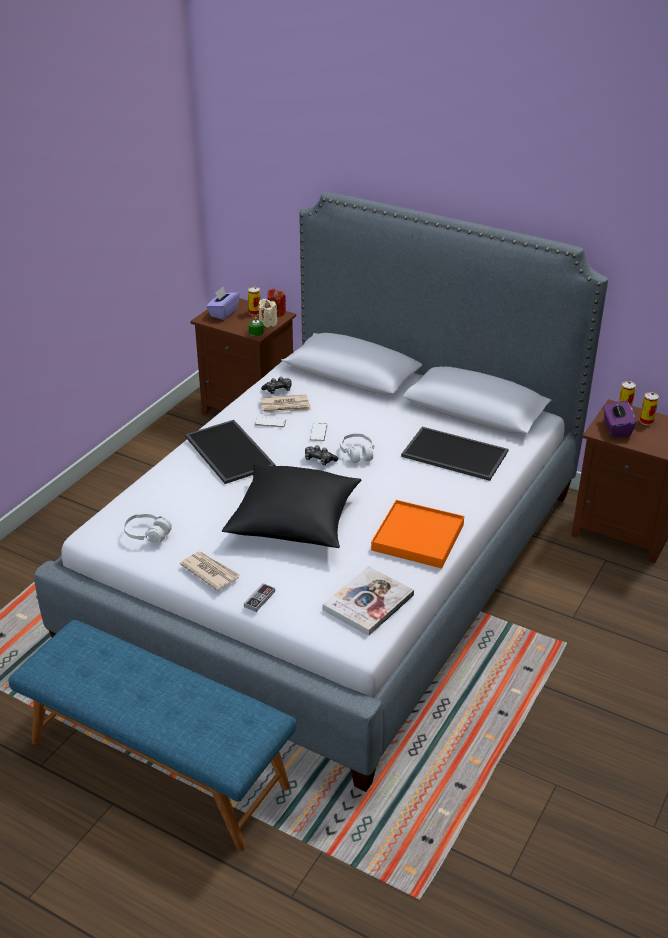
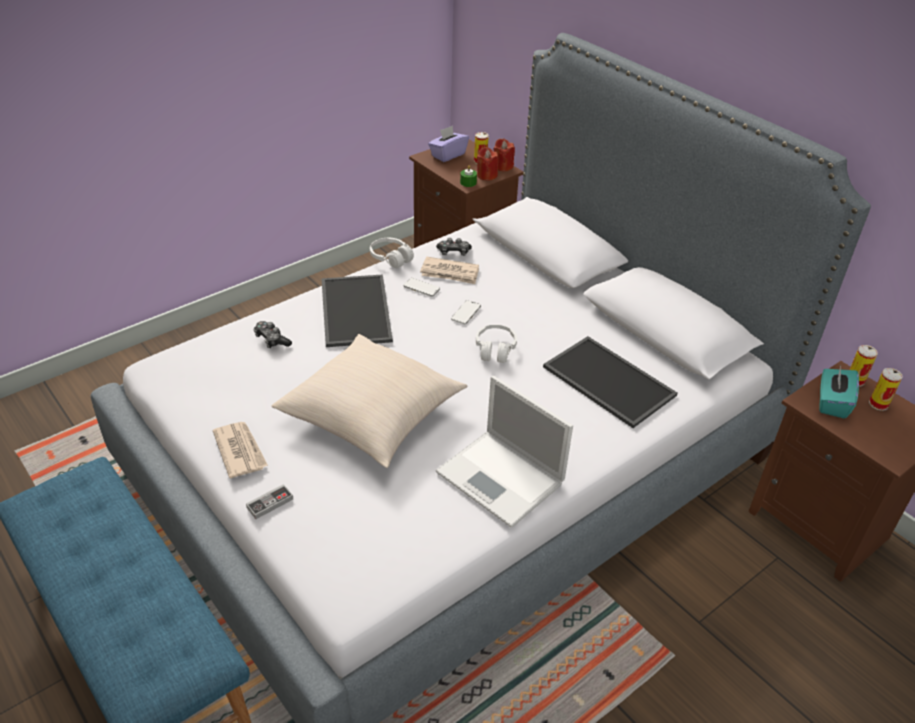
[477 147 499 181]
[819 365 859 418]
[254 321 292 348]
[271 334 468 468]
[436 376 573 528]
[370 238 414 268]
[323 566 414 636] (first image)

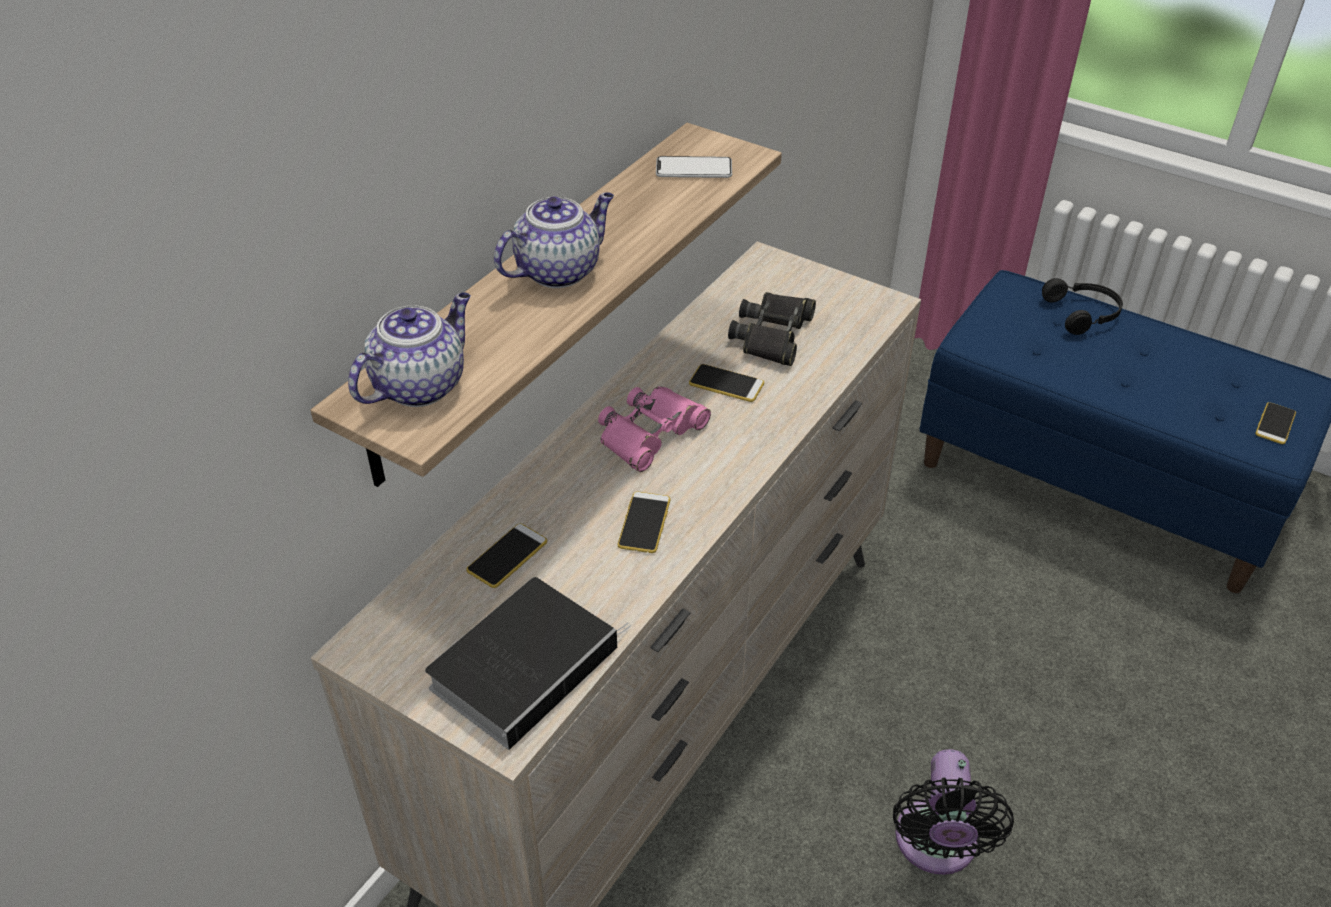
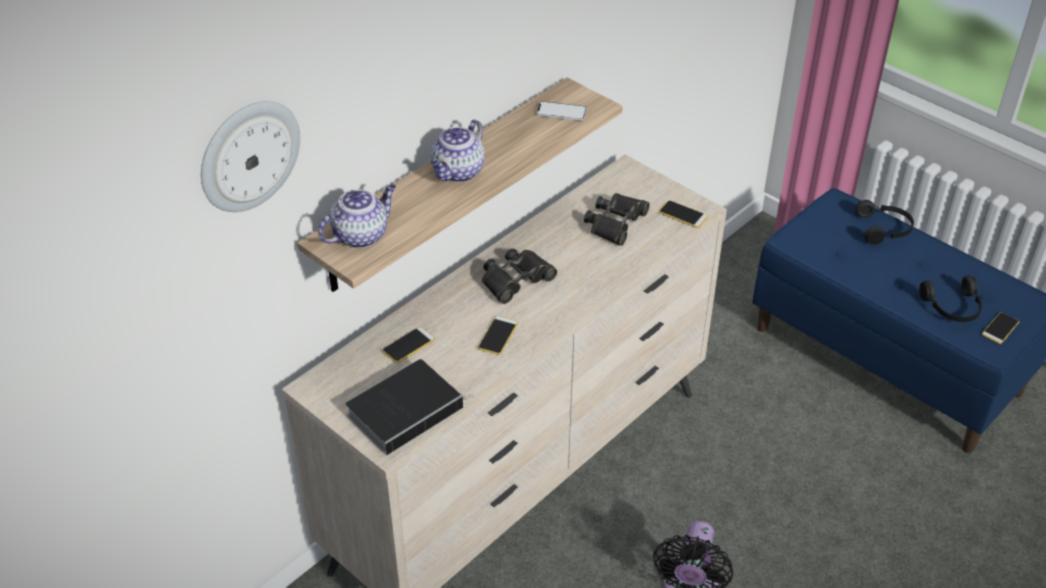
[431 119 485 182]
[659 200 708 228]
[482 248 557 304]
[201 101 300 212]
[919 276 982 322]

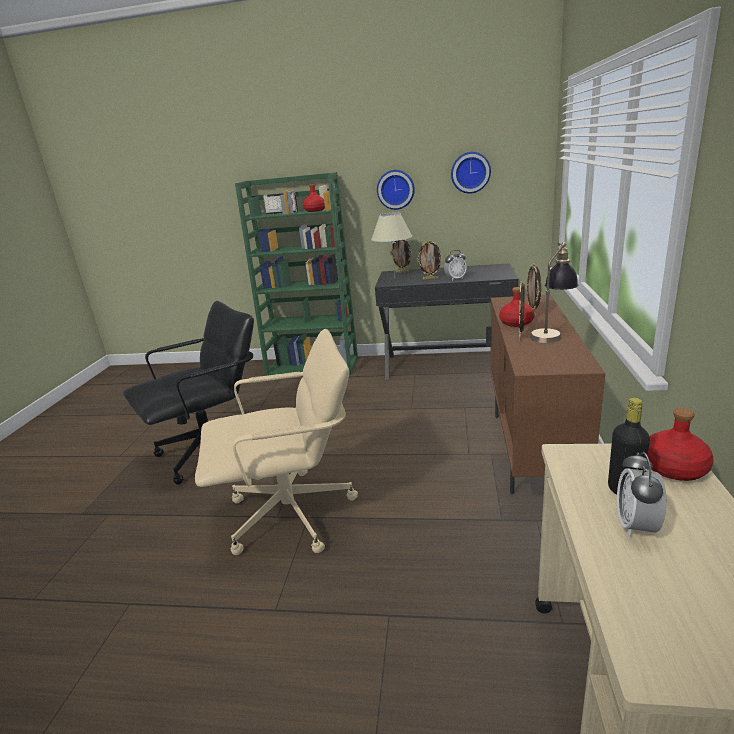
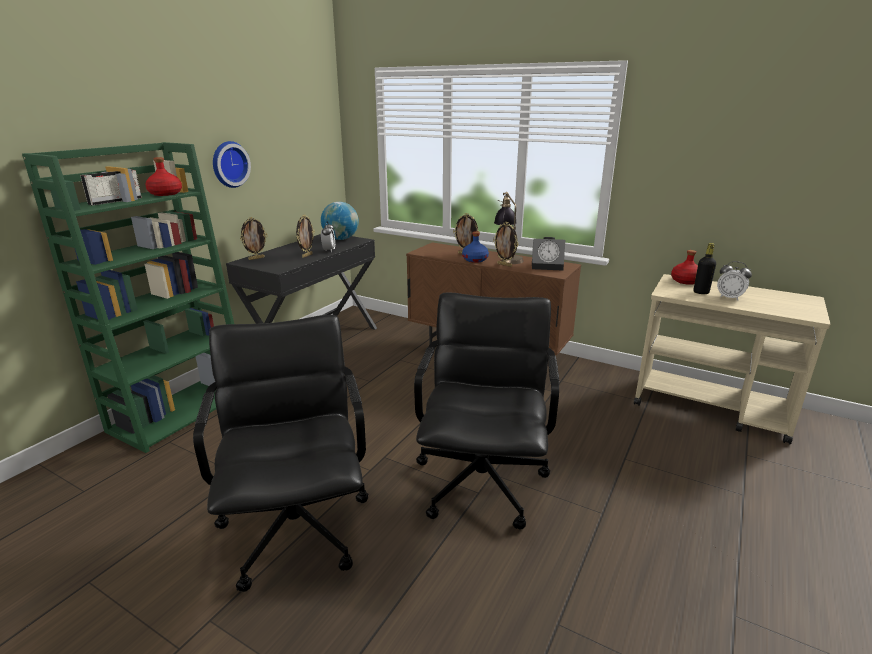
[451 152 491 194] (first image)
[371 212 412 278] (first image)
[462 231 489 263]
[414 293 559 529]
[321 202 359 240]
[532 237 565 271]

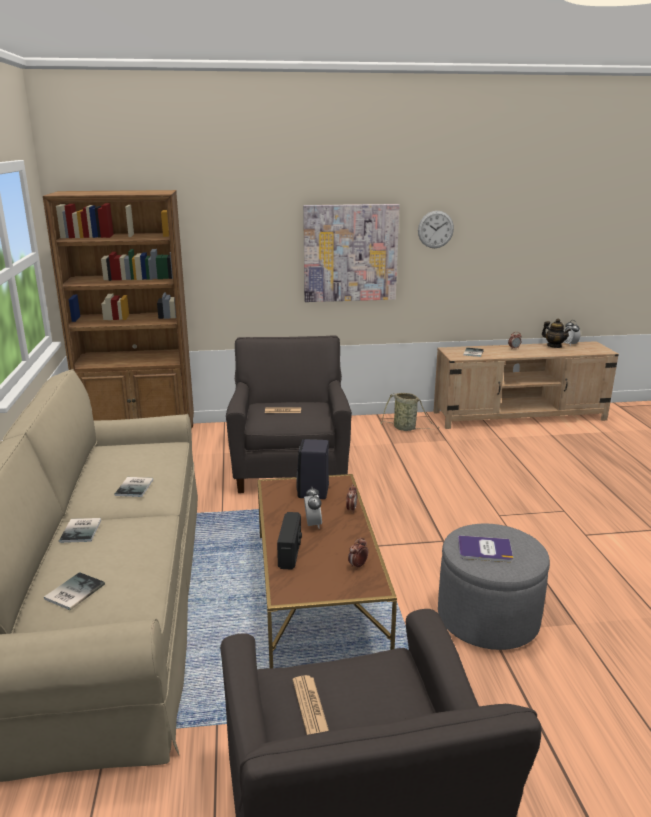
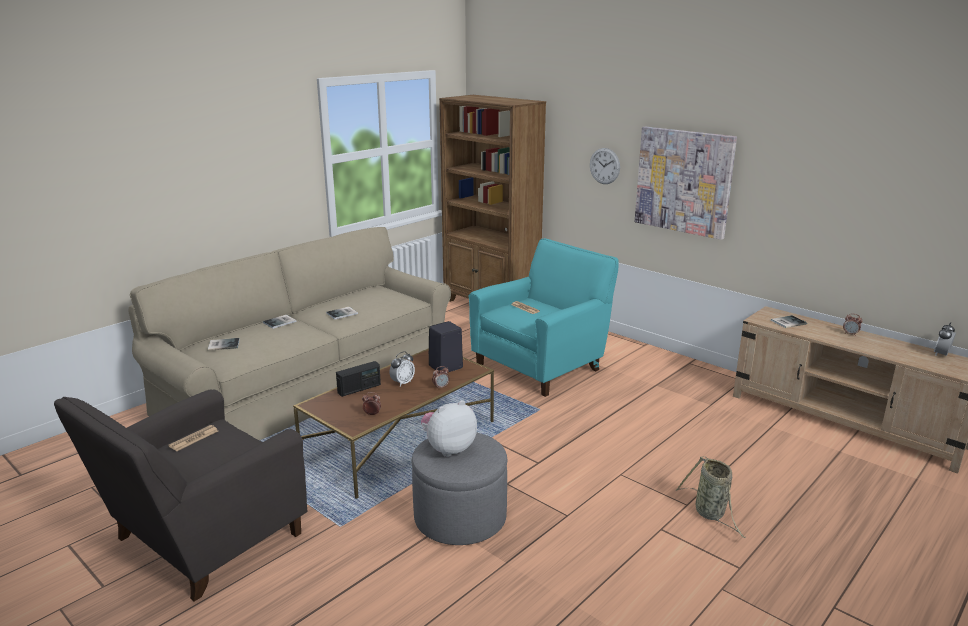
[590 148 620 184]
[542 318 571 348] (first image)
[469 238 619 397]
[676 457 746 538]
[421 400 477 457]

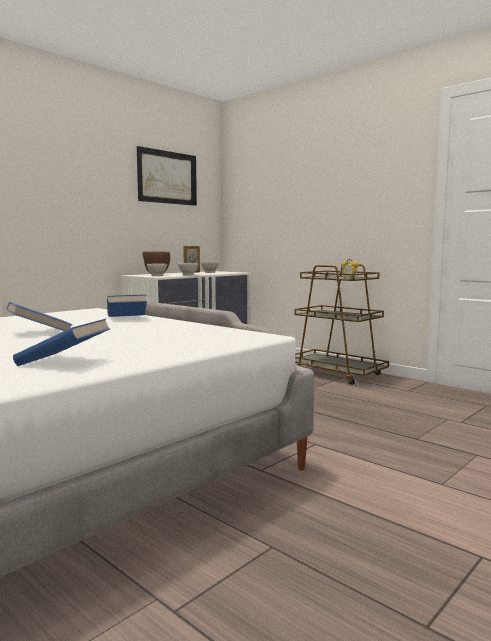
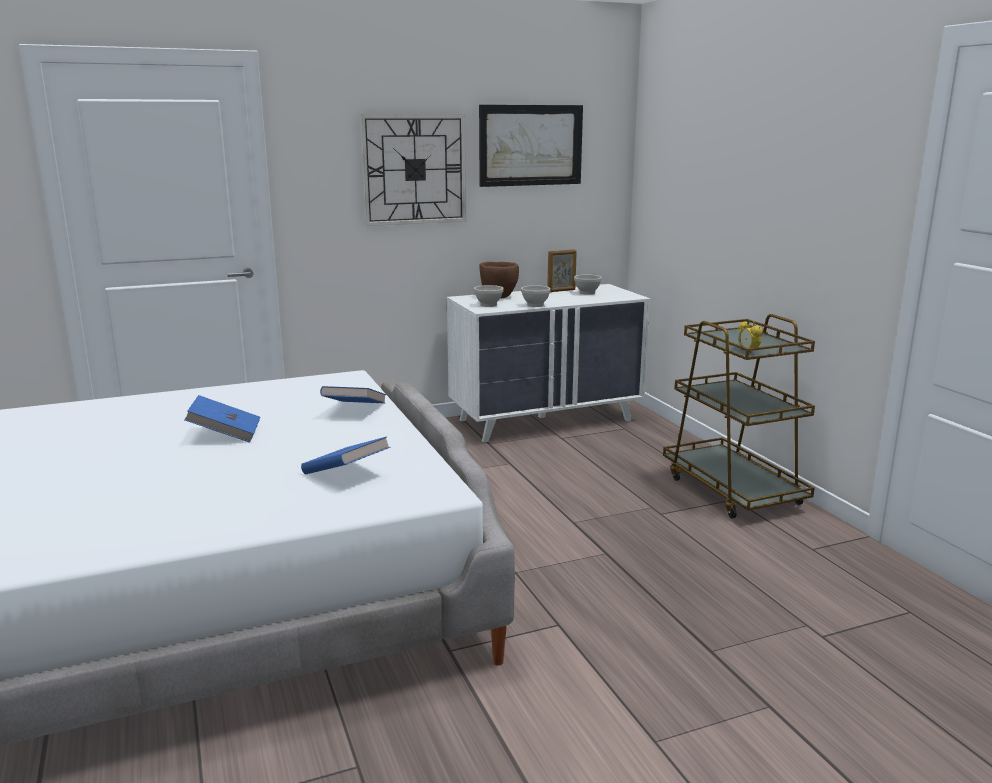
[301 436 390 475]
[360 114 466 226]

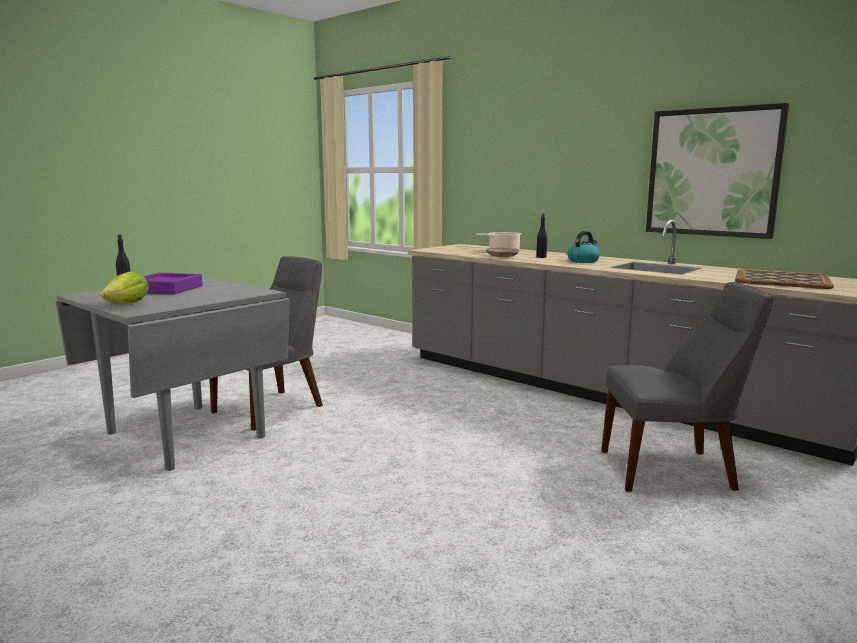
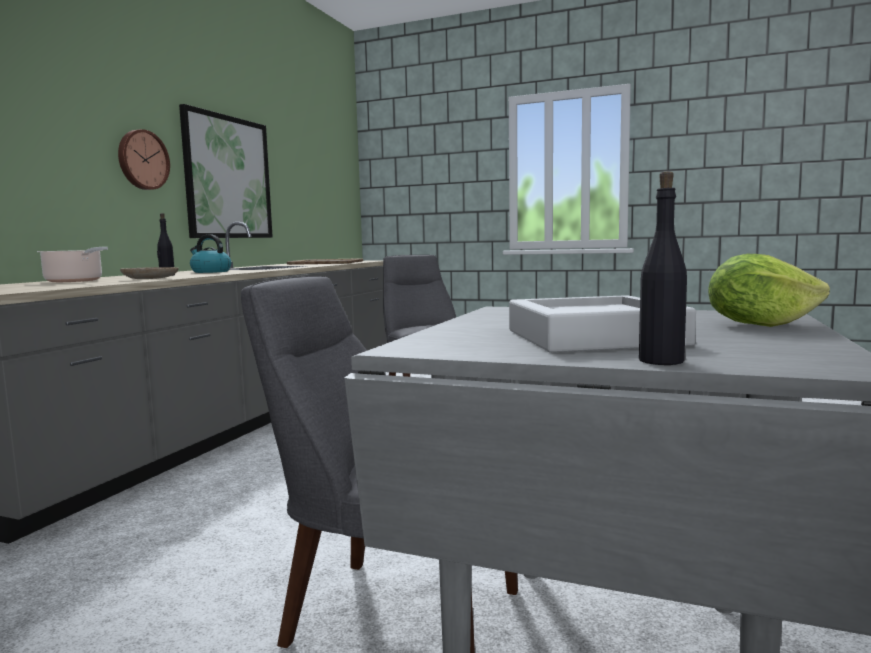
[509 295 696 353]
[118 129 170 190]

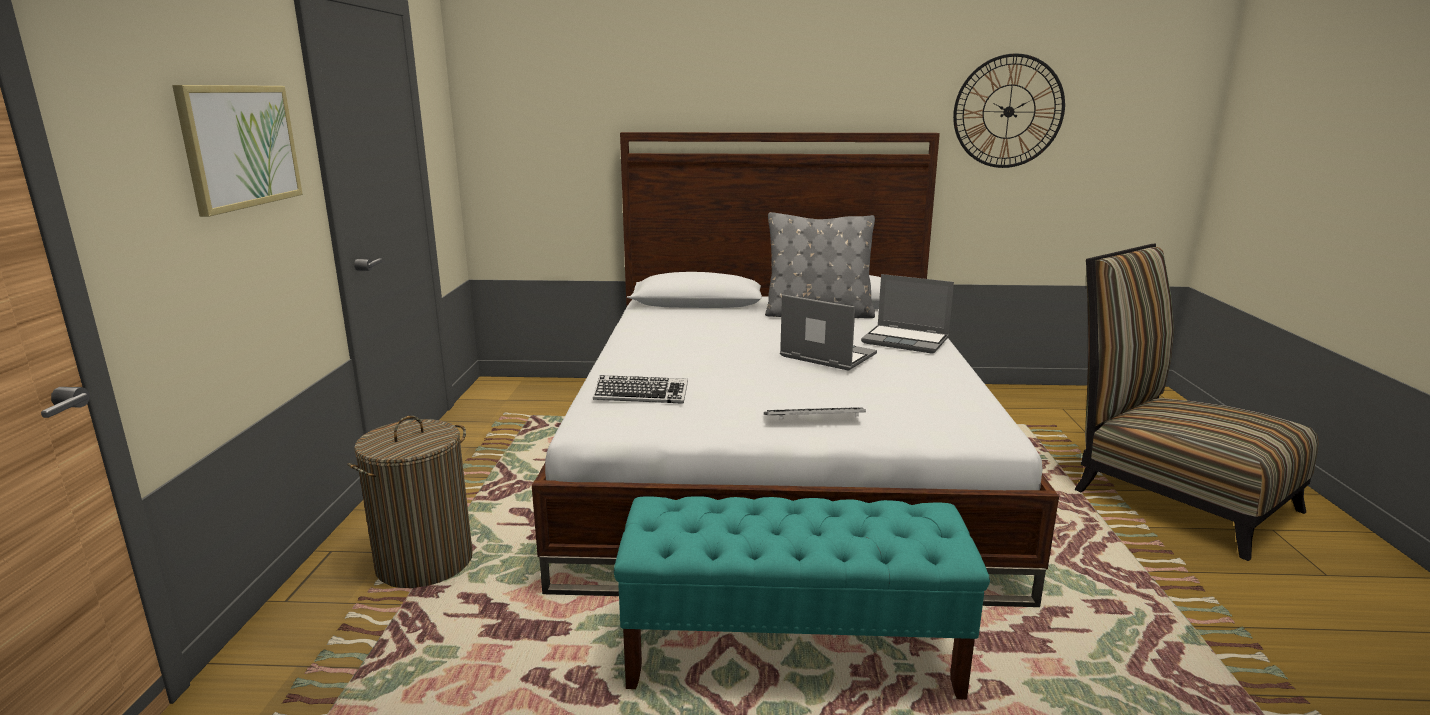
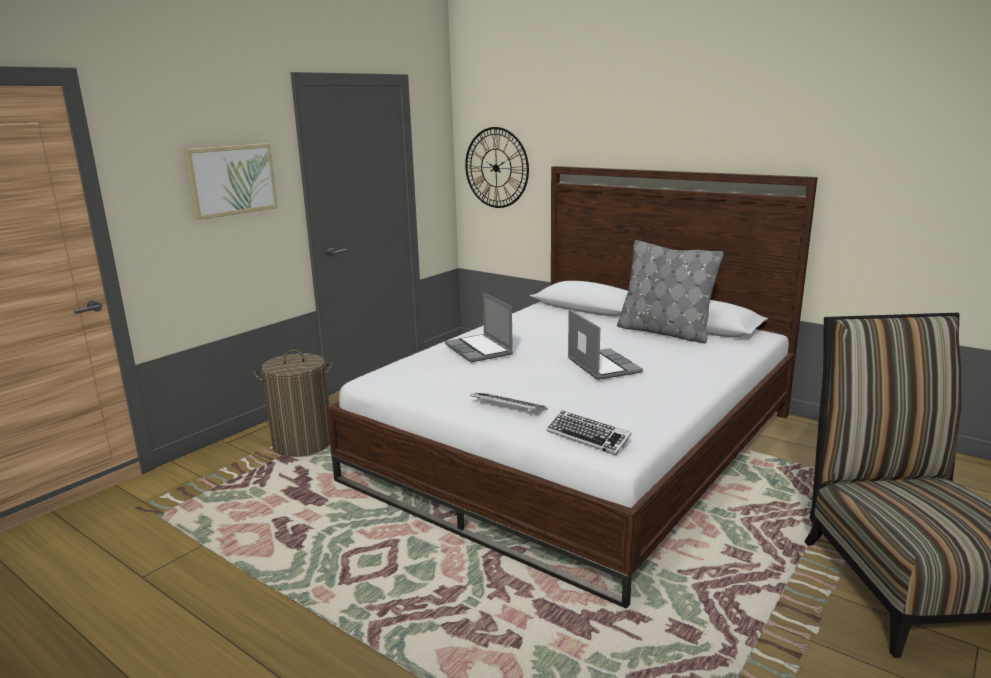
[465 127 529 208]
[445 292 513 362]
[546 410 632 455]
[614 496 990 700] (first image)

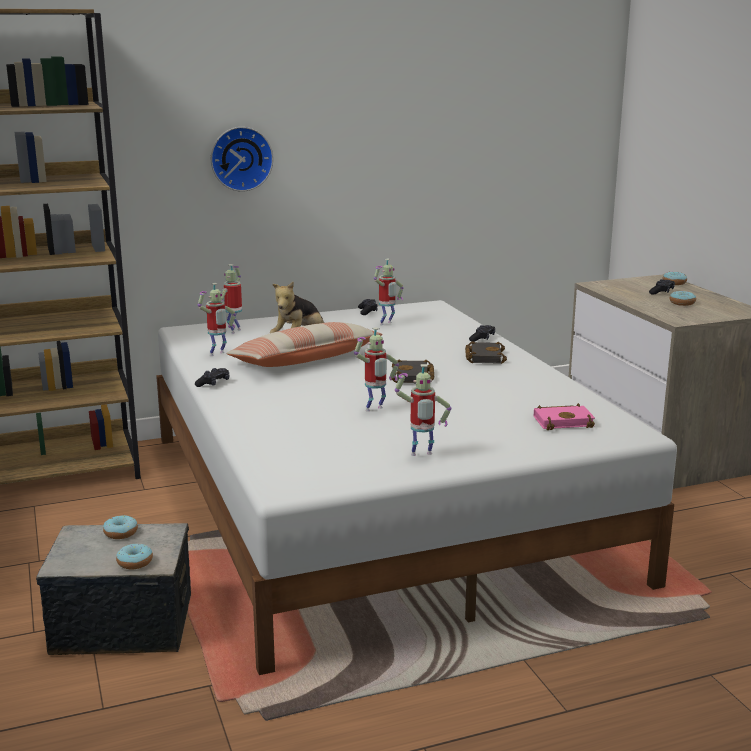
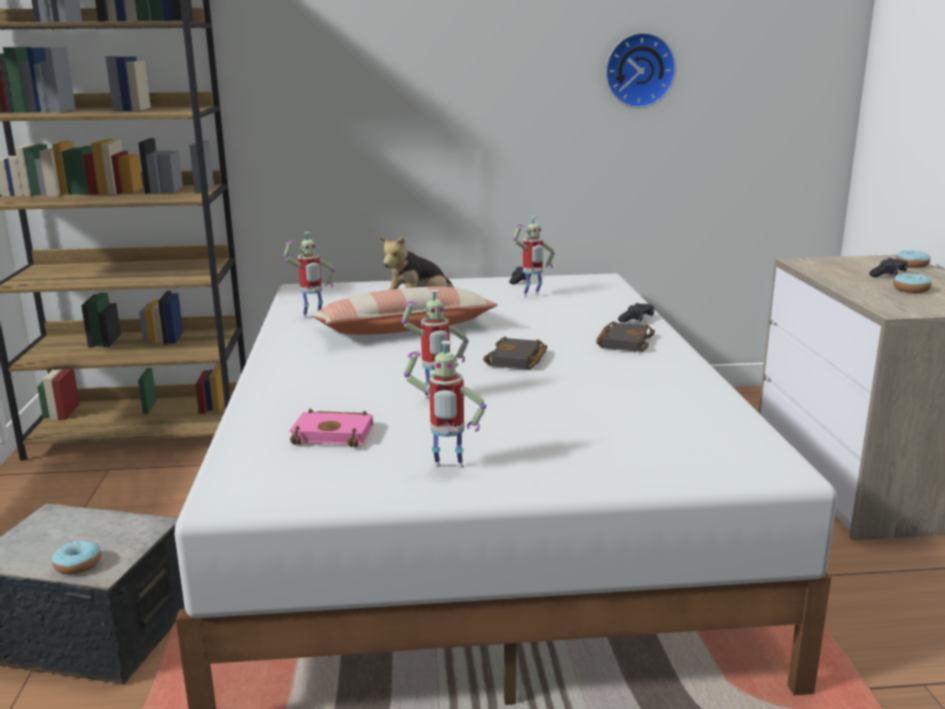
[605 32 676 108]
[221 264 242 334] (first image)
[195 368 230 387] (first image)
[289 409 373 447]
[103 515 138 539] (first image)

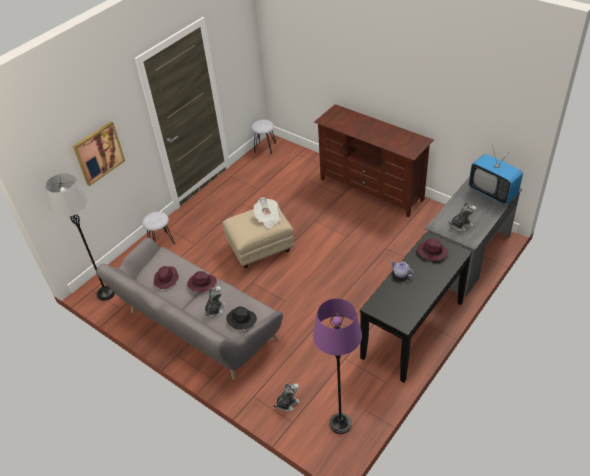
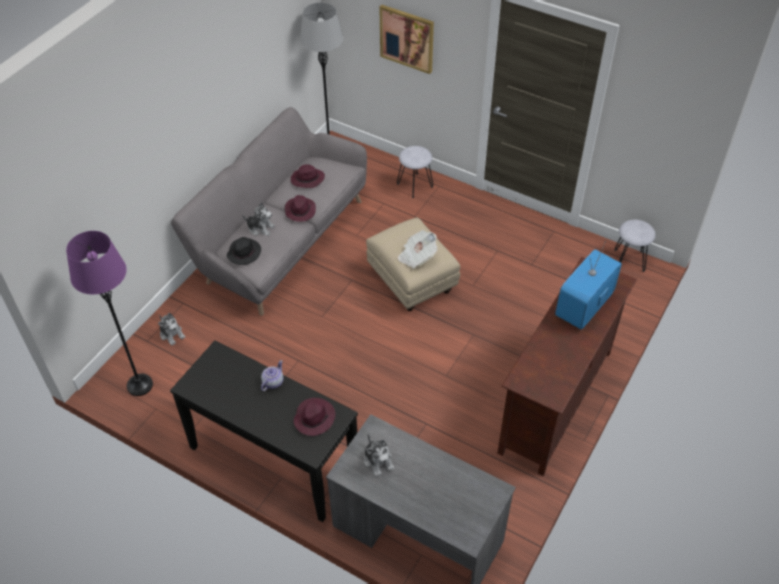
[555 241 622 329]

